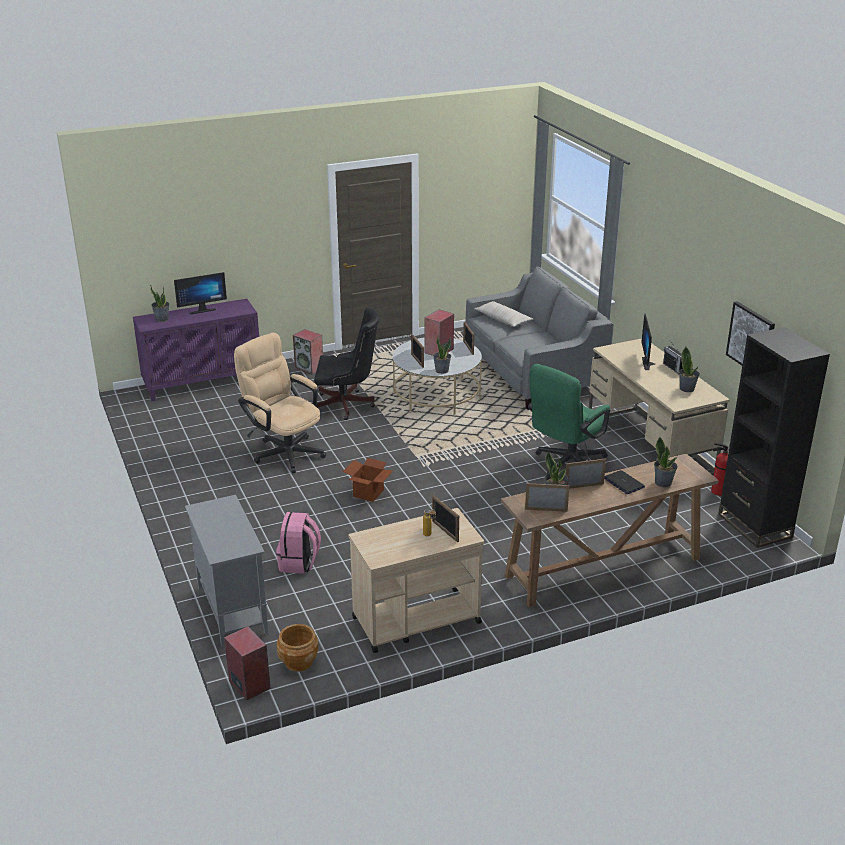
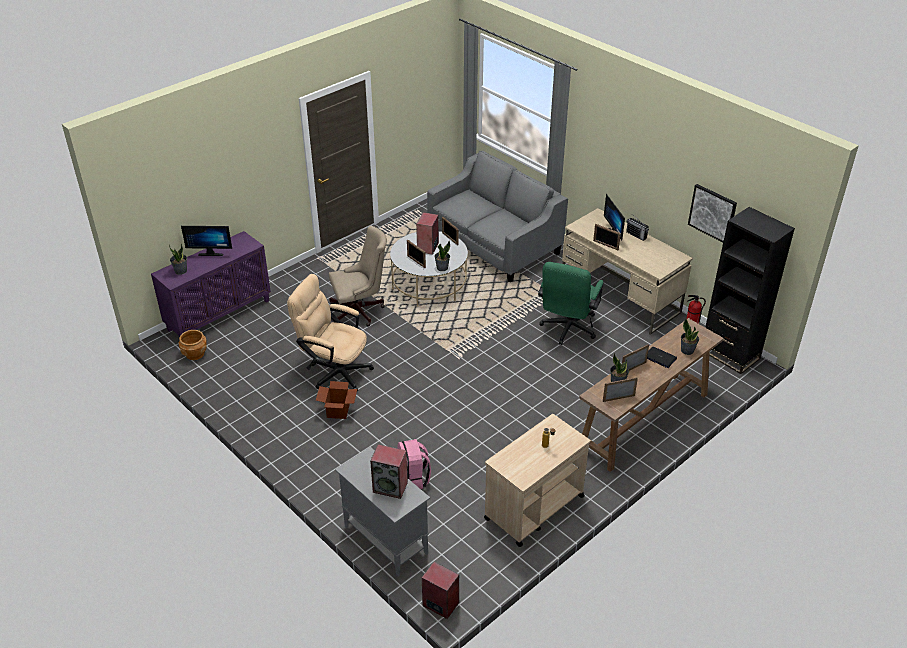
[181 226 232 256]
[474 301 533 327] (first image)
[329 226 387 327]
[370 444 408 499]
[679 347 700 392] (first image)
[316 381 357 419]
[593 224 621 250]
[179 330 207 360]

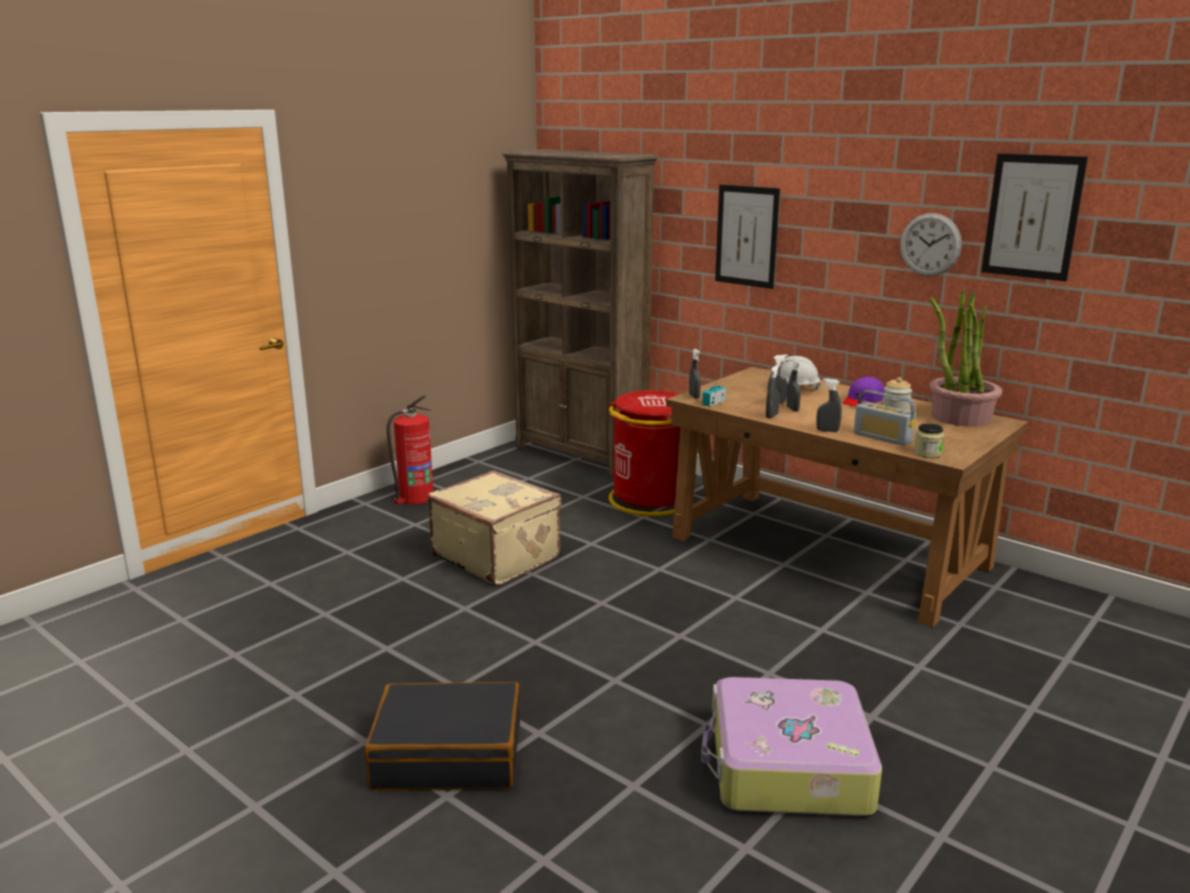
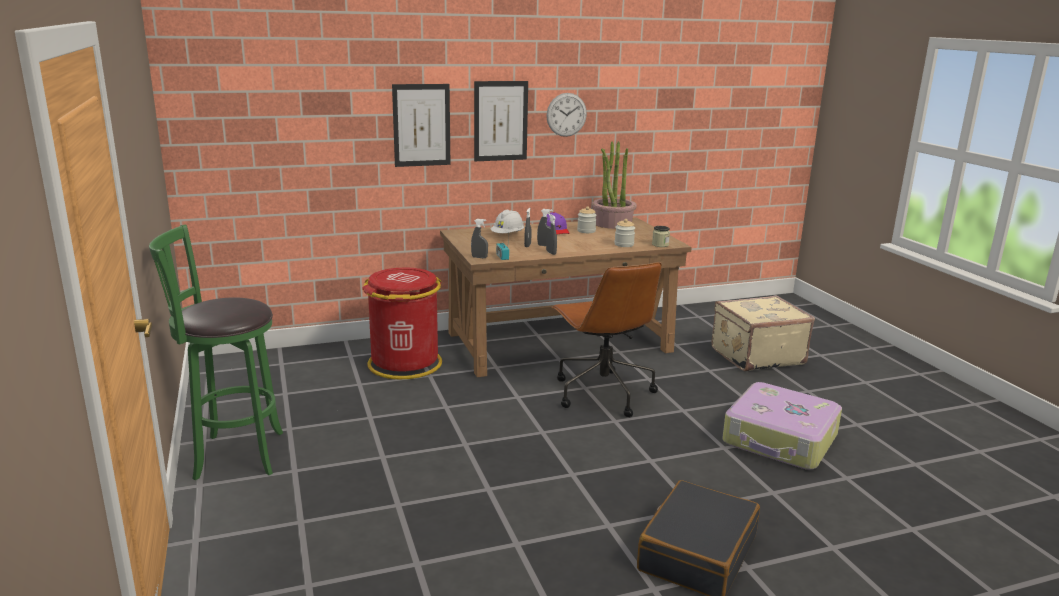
[502 149 658 478] (first image)
[474 81 528 161]
[816 378 842 432] (first image)
[614 219 635 247]
[149 224 283 480]
[712 295 815 372]
[551 262 662 417]

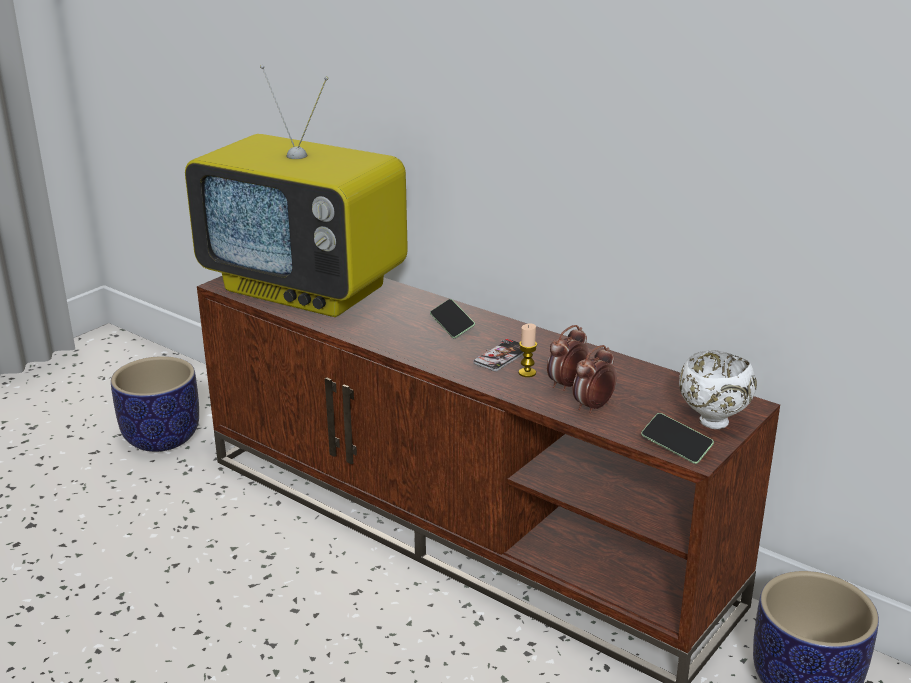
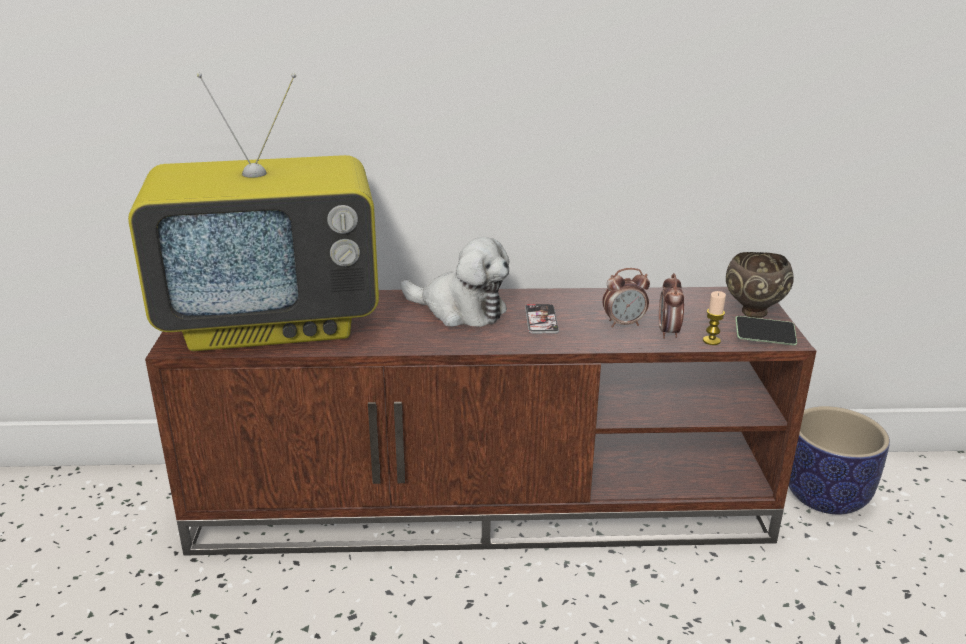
[401 237 509 327]
[703 291 726 345]
[602 268 650 328]
[726 252 794 318]
[111 356 199 452] (first image)

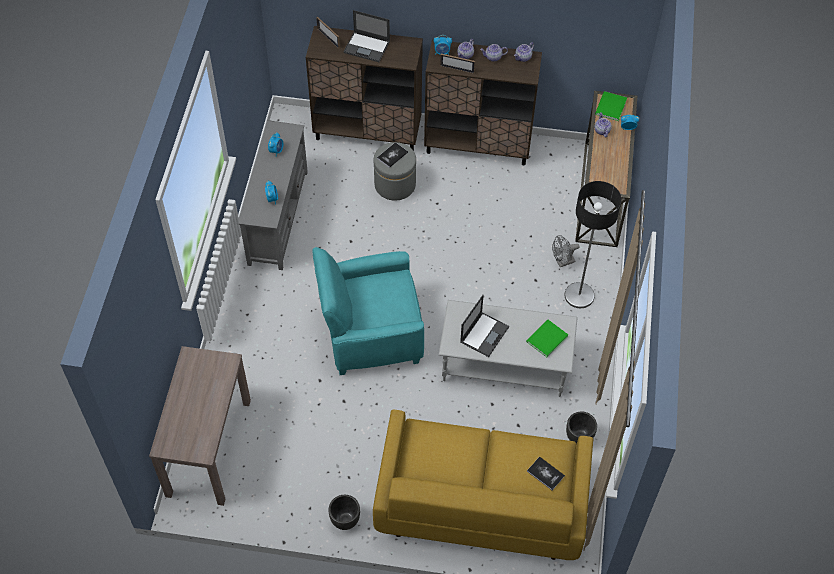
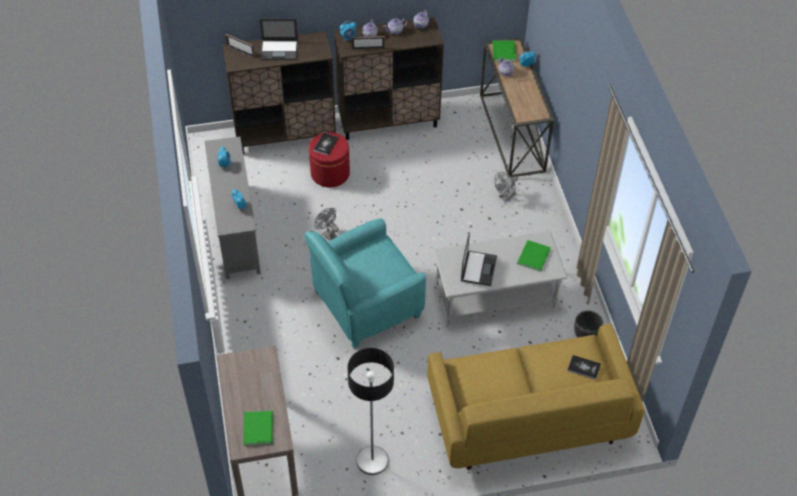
[309 132 350 187]
[347 348 394 475]
[328 495 360 530] (first image)
[315 208 339 241]
[243 411 273 445]

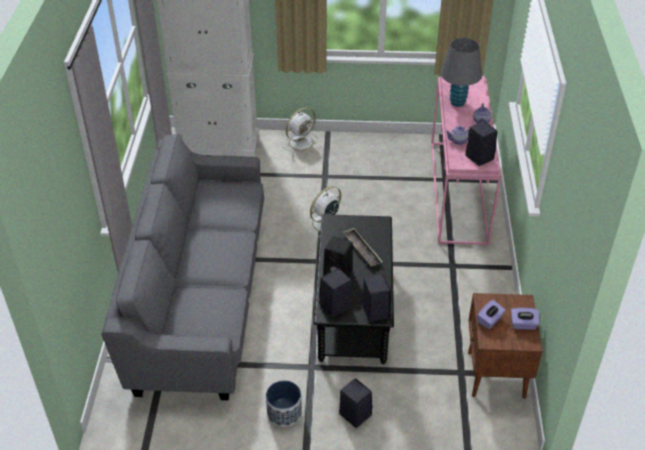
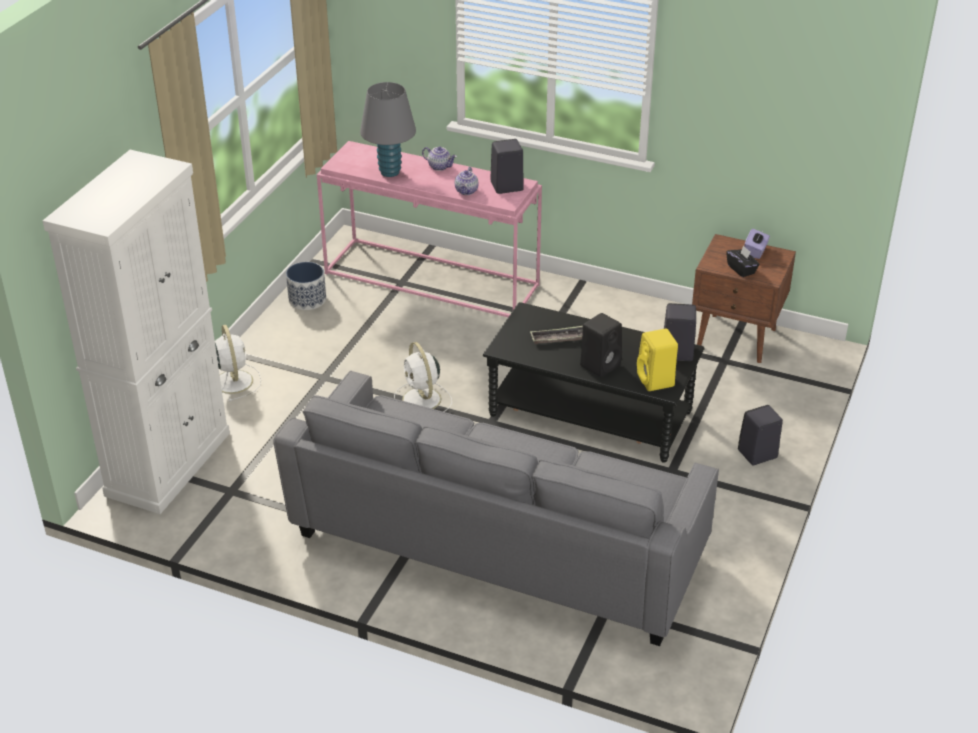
[637 329 678 391]
[726 245 760 277]
[286 262 326 310]

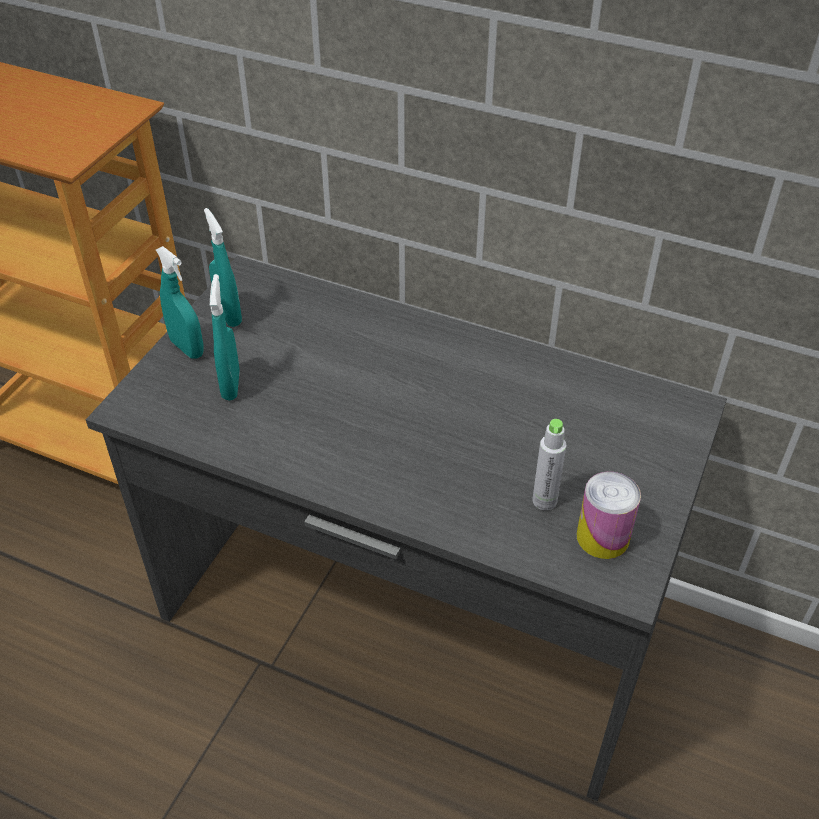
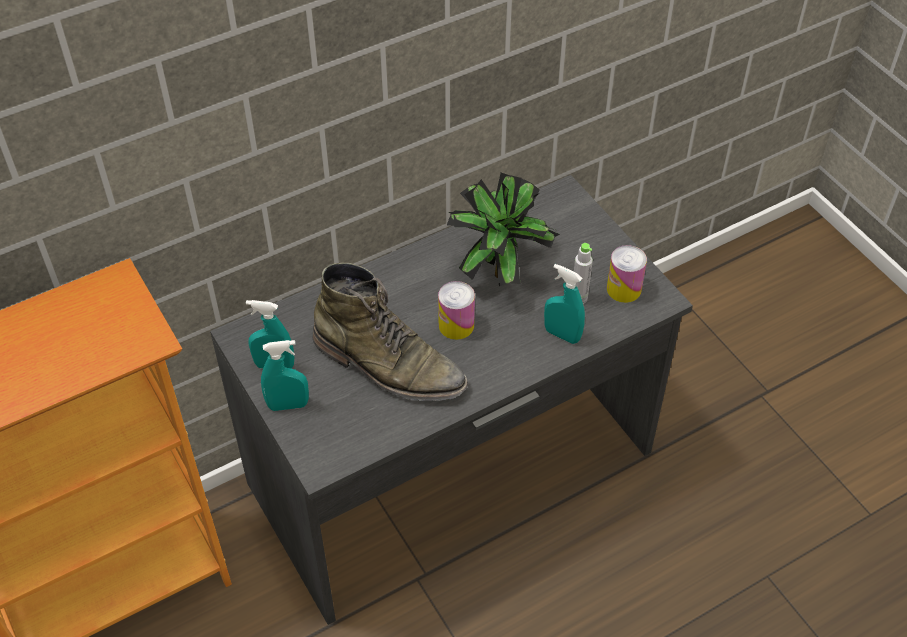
[544 264 585 344]
[447 173 560 286]
[313 263 468 401]
[438 281 475 340]

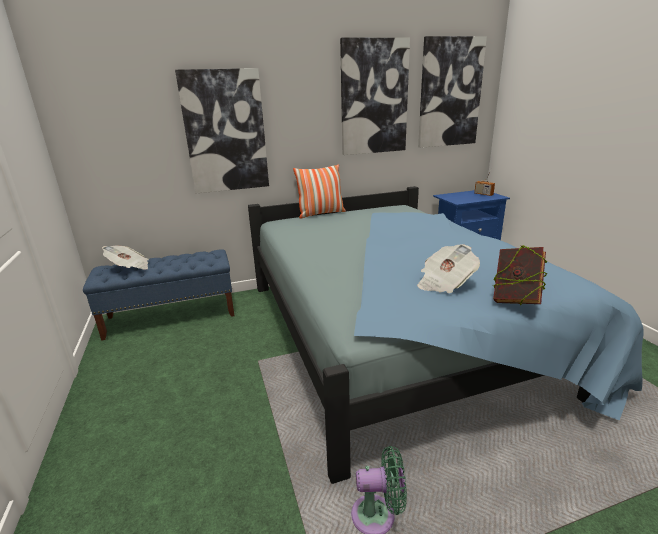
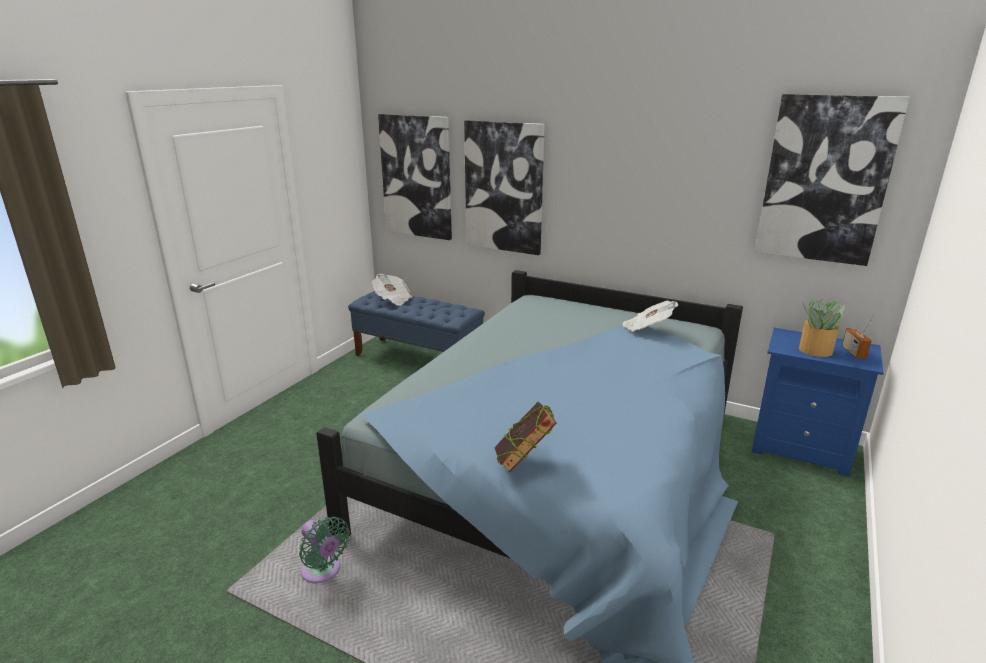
[378 114 452 240]
[293 164 346 219] (first image)
[622 300 678 332]
[799 299 845 357]

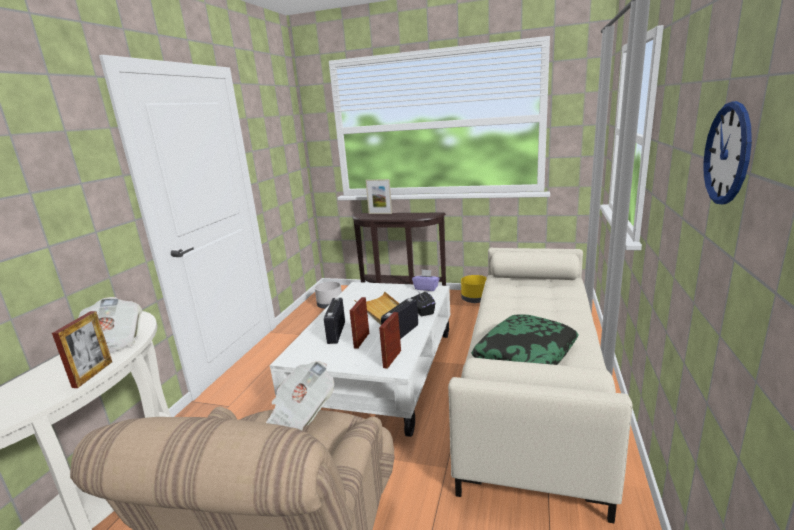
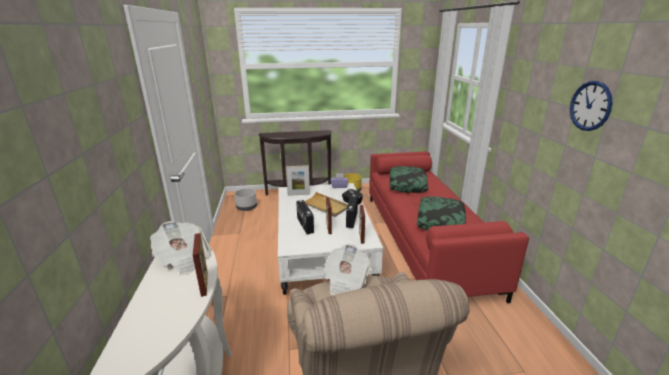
[286 165 310 196]
[369 151 529 303]
[389 166 429 193]

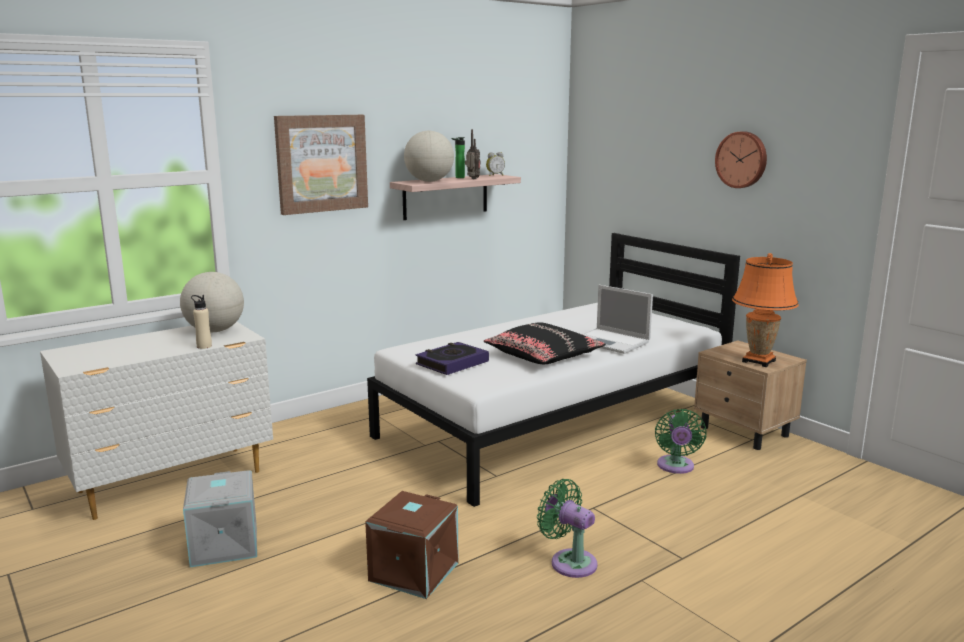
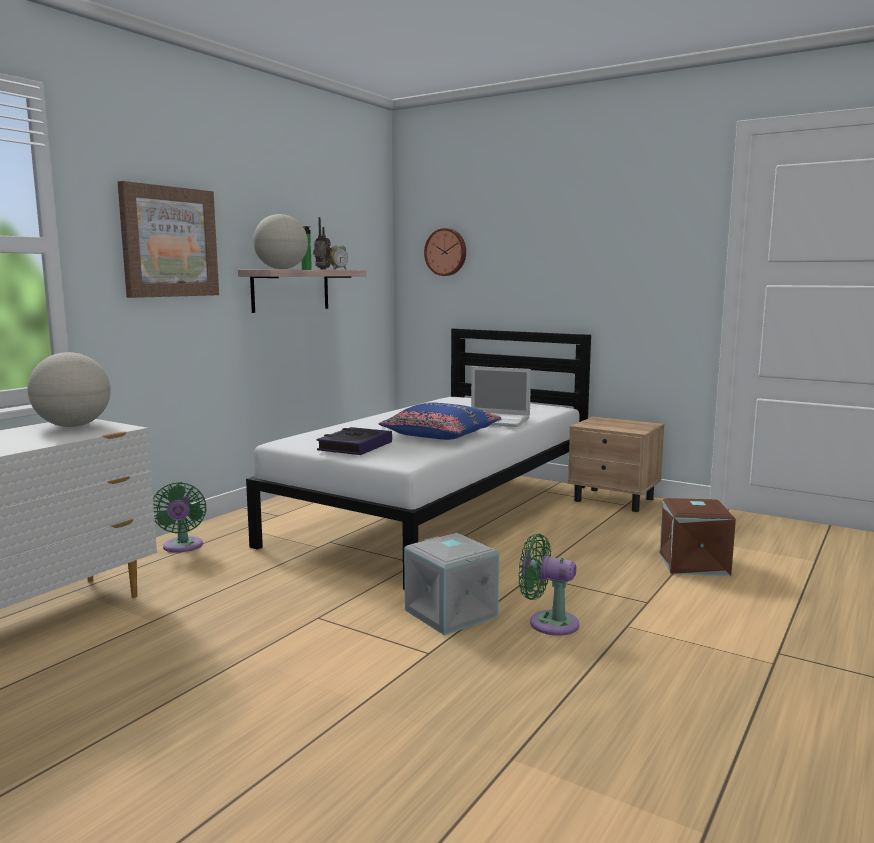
[424 228 466 276]
[732 253 799 367] (first image)
[191 295 212 349] (first image)
[379 402 501 440]
[153 482 207 553]
[404 533 499 635]
[659 498 736 576]

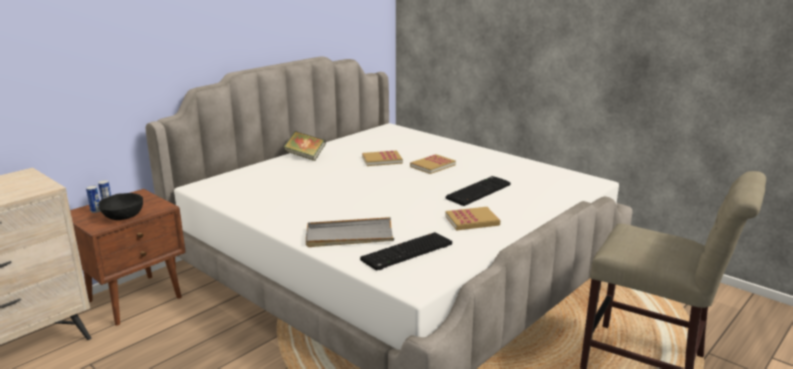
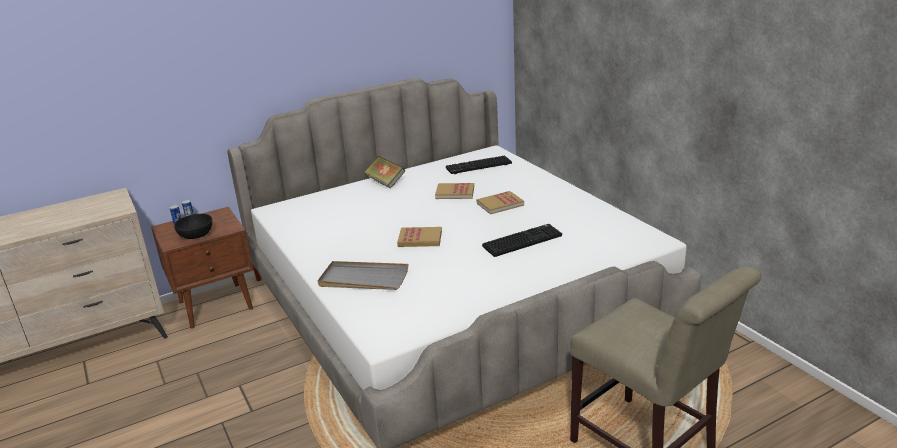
[397 227 442 247]
[446 156 512 174]

